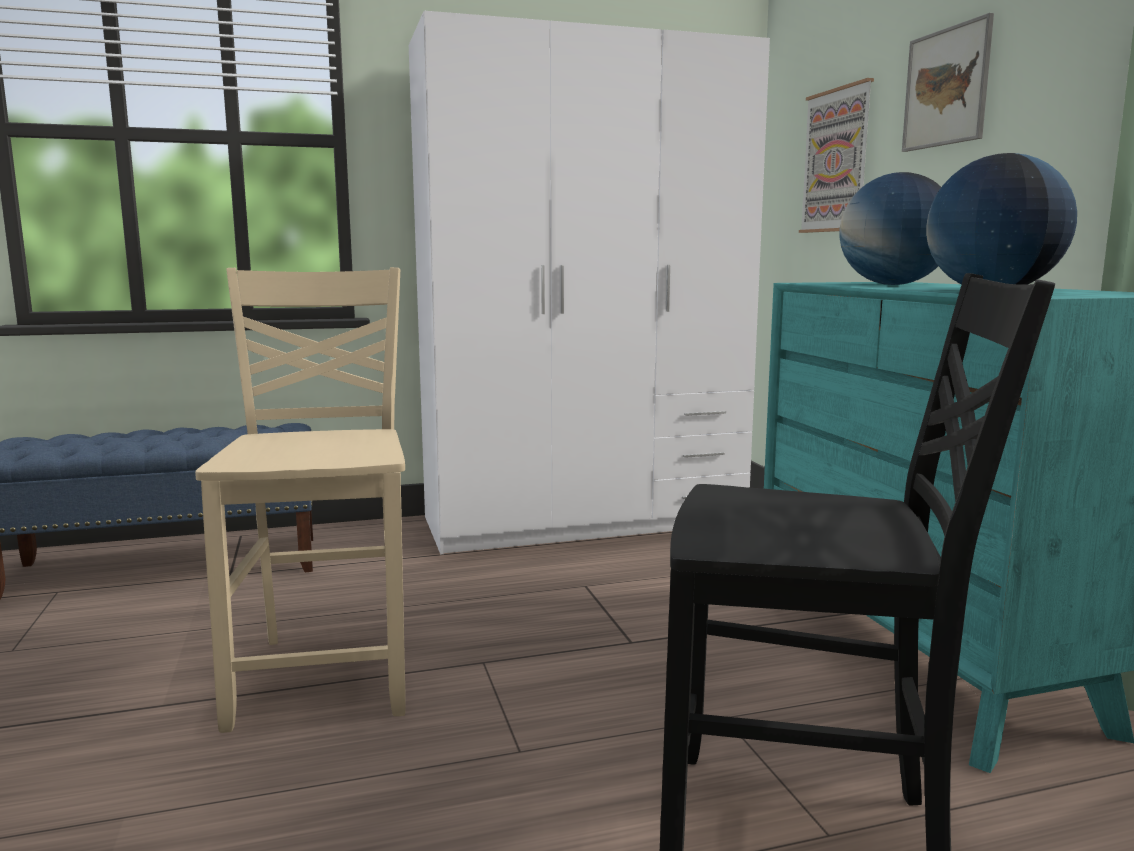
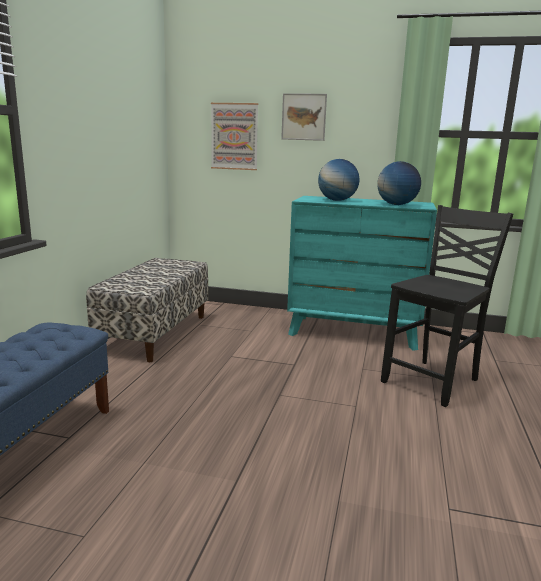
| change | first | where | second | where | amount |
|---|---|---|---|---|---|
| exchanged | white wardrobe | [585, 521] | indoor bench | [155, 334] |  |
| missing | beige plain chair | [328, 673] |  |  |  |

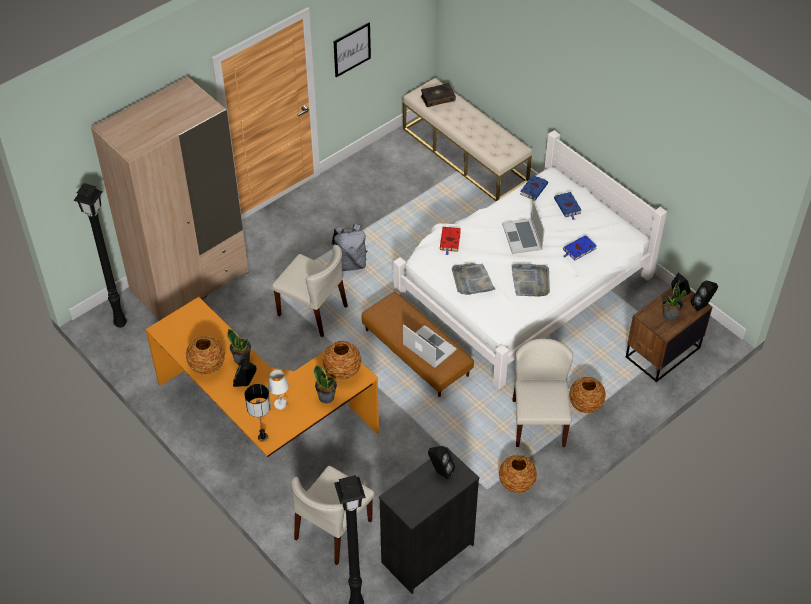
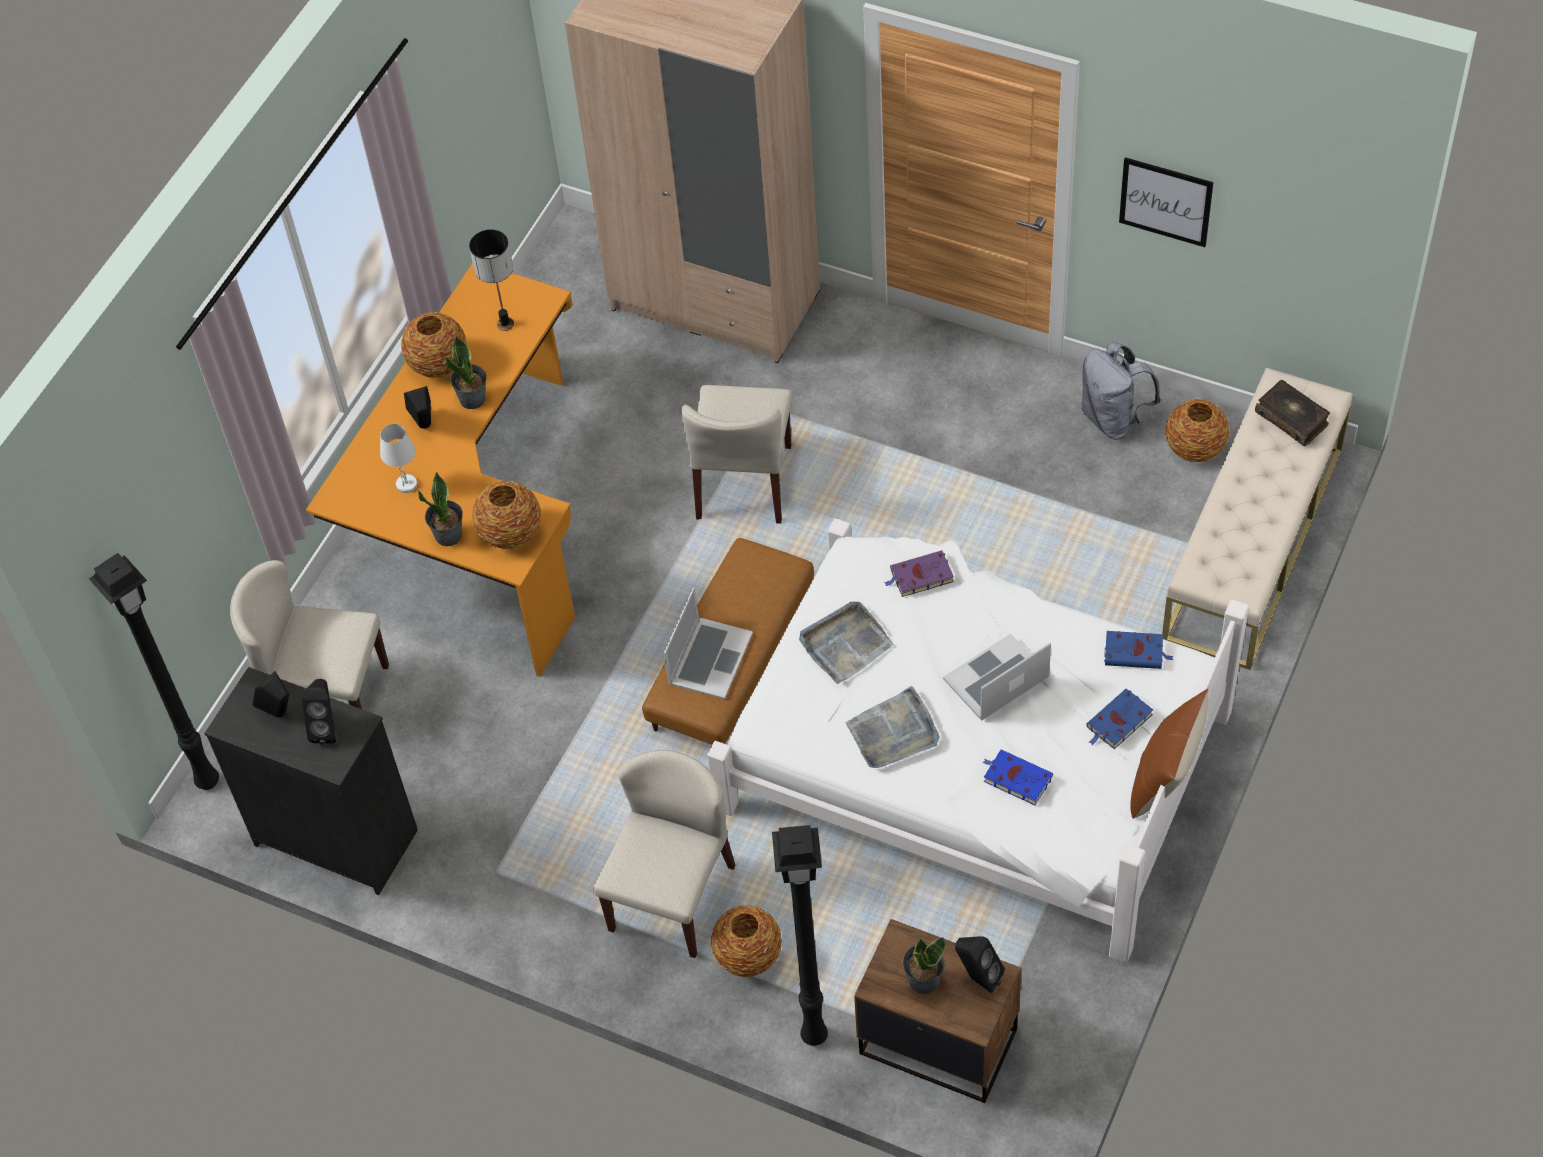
| change | first | where | second | where | amount |
|---|---|---|---|---|---|
| relocated | blackish audio speaker | [702, 306] |  | [280, 714] |  |
| relocated | tabletop lamp | [262, 437] |  | [505, 324] |  |
| spun | beige plain chair | [538, 422] |  | [672, 896] | 45 degrees counterclockwise |
| relocated | blackish floor lamp | [120, 324] |  | [812, 1037] |  |
| colour | red-coloured book | [450, 241] | purple book | [920, 576] |  |
| relocated | grey backpack | [350, 263] |  | [1113, 418] |  |
| appeared |  |  | brownish throw pillow | [1165, 779] |  |
| relocated | vase | [516, 483] |  | [1194, 448] |  |

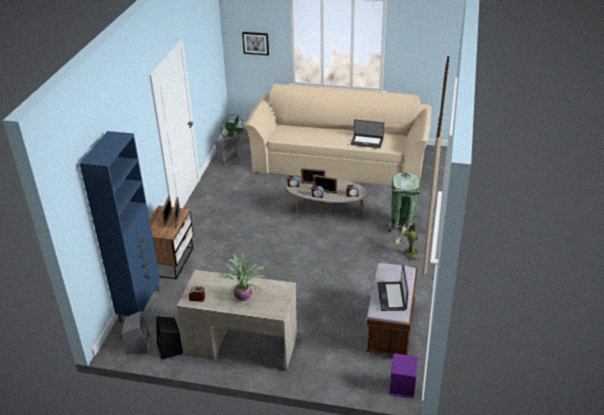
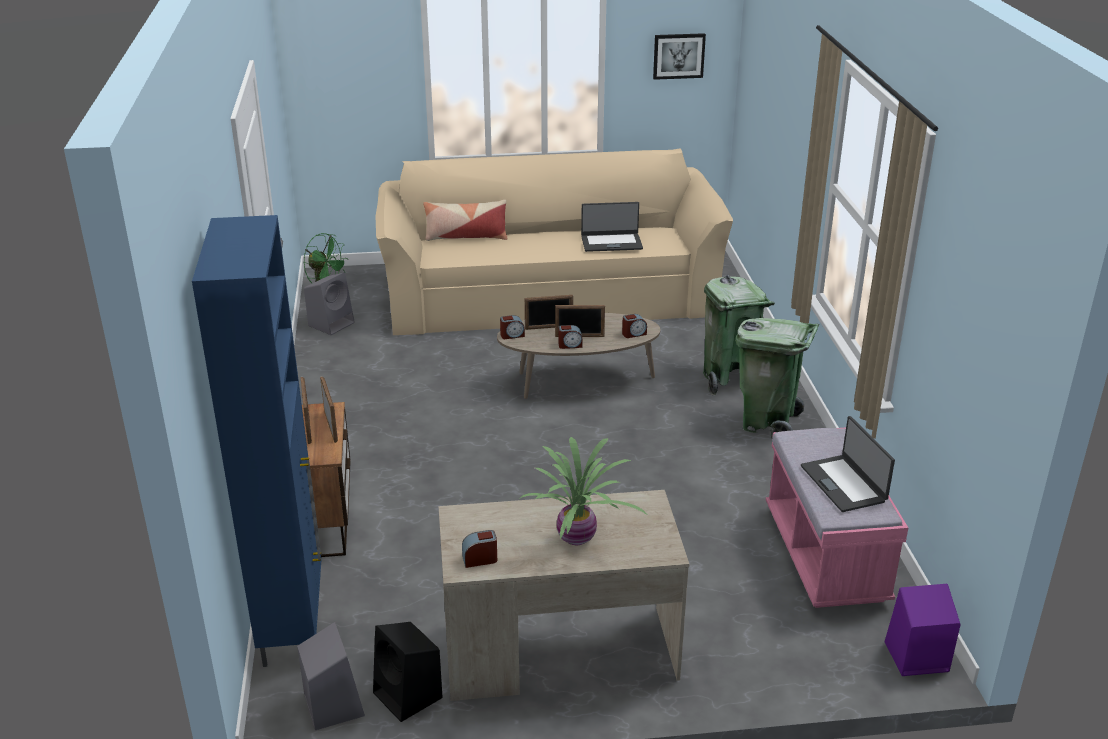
| change | first | where | second | where | amount |
|---|---|---|---|---|---|
| appeared |  |  | throw pillow | [466, 236] |  |
| relocated | wall picture | [255, 43] |  | [678, 56] |  |
| exchanged | greenish electric fan | [407, 253] | greenish rubbish bin | [768, 423] |  |
| colour | brownish indoor bench | [391, 328] | pink indoor bench | [825, 556] |  |

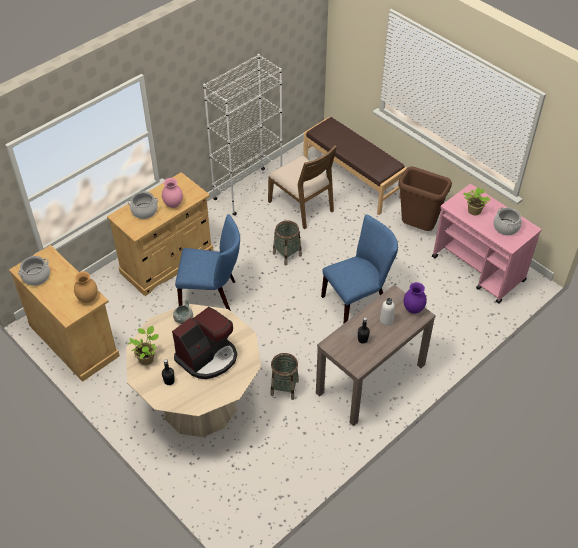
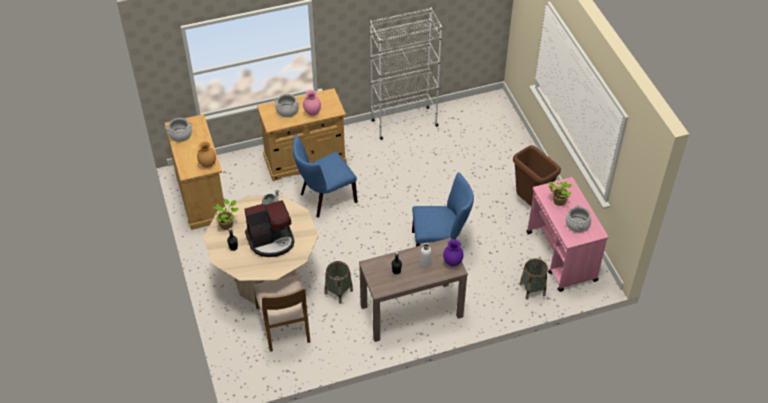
| change | first | where | second | where | amount |
|---|---|---|---|---|---|
| relocated | brownish plain chair | [302, 206] |  | [284, 324] |  |
| spun | blue plain chair | [212, 295] |  | [325, 198] | 120 degrees clockwise |
| relocated | basket | [287, 254] |  | [532, 289] |  |
| missing | brownish indoor bench | [352, 179] |  |  |  |

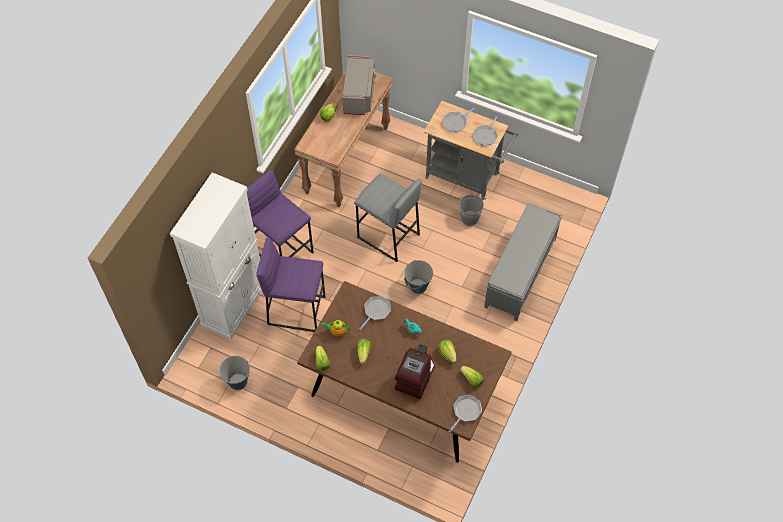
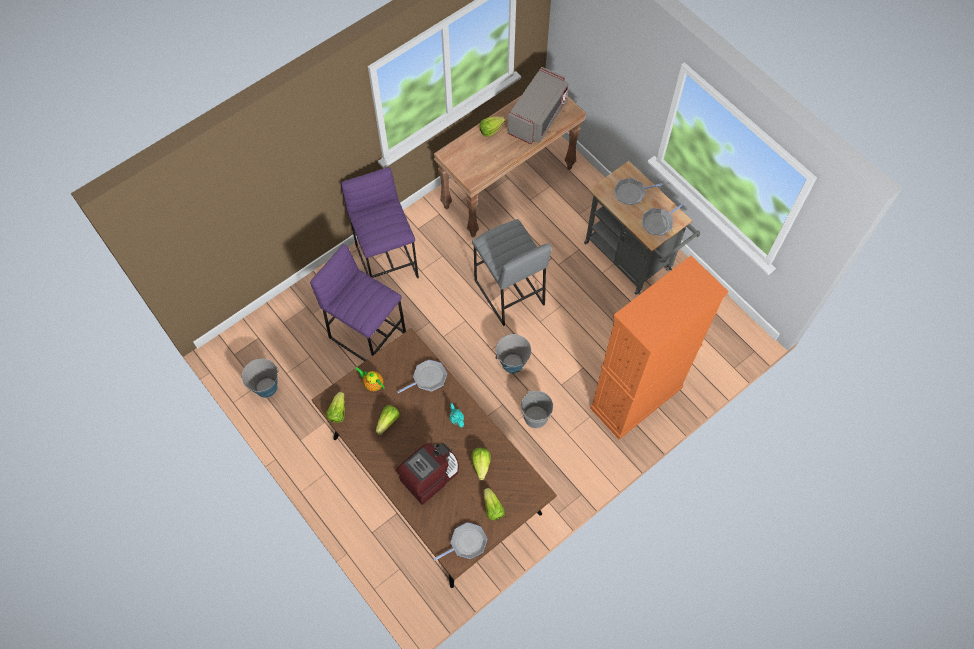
| change | first | where | second | where | amount |
|---|---|---|---|---|---|
| relocated | grey pail | [469, 218] |  | [535, 417] |  |
| exchanged | grey indoor bench | [520, 273] | orange-coloured storage cabinet | [635, 398] |  |
| missing | white storage cabinet | [234, 304] |  |  |  |

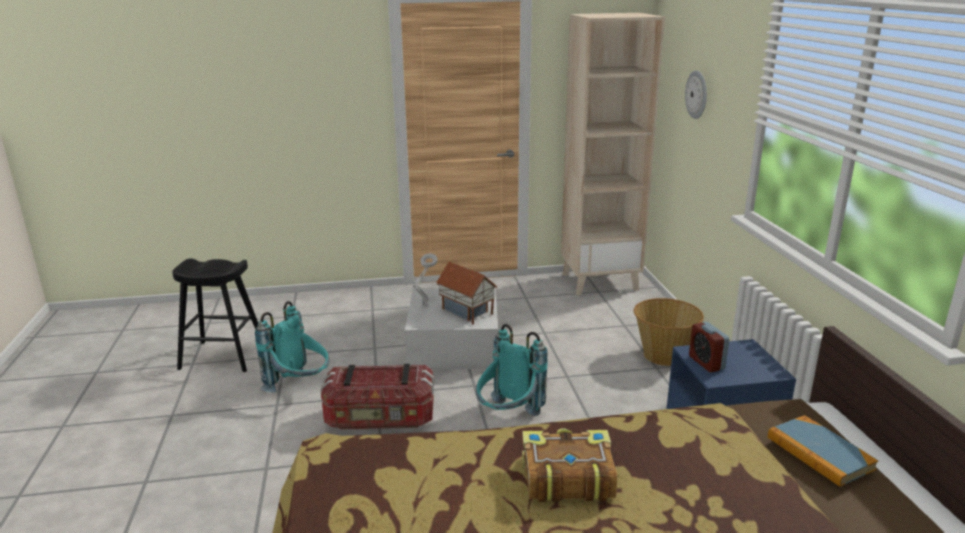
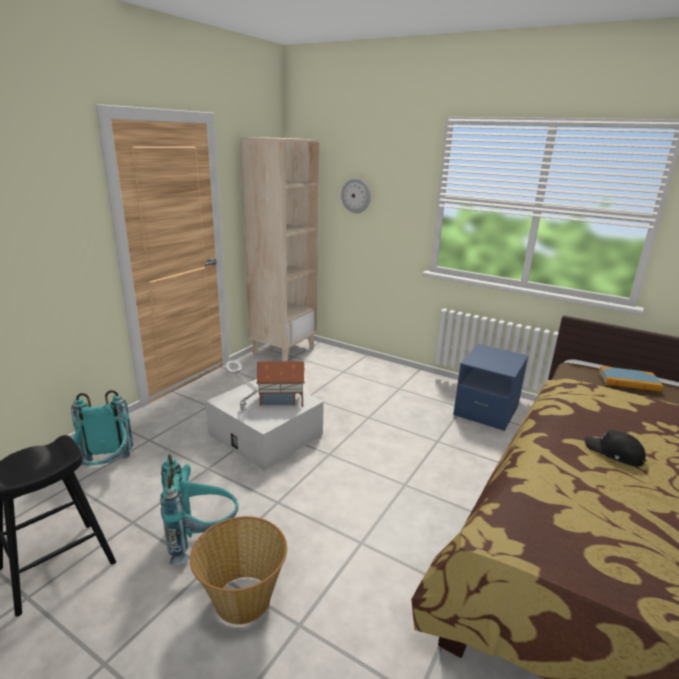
| change | first | where | second | where | amount |
|---|---|---|---|---|---|
| relocated | blue-green backpack | [508, 417] |  | [106, 469] |  |
| relocated | basket | [664, 355] |  | [242, 598] |  |
| exchanged | book | [566, 477] | blackish peaked cap | [614, 453] |  |
| missing | storage container | [380, 418] |  |  |  |
| missing | bedside clock | [706, 363] |  |  |  |

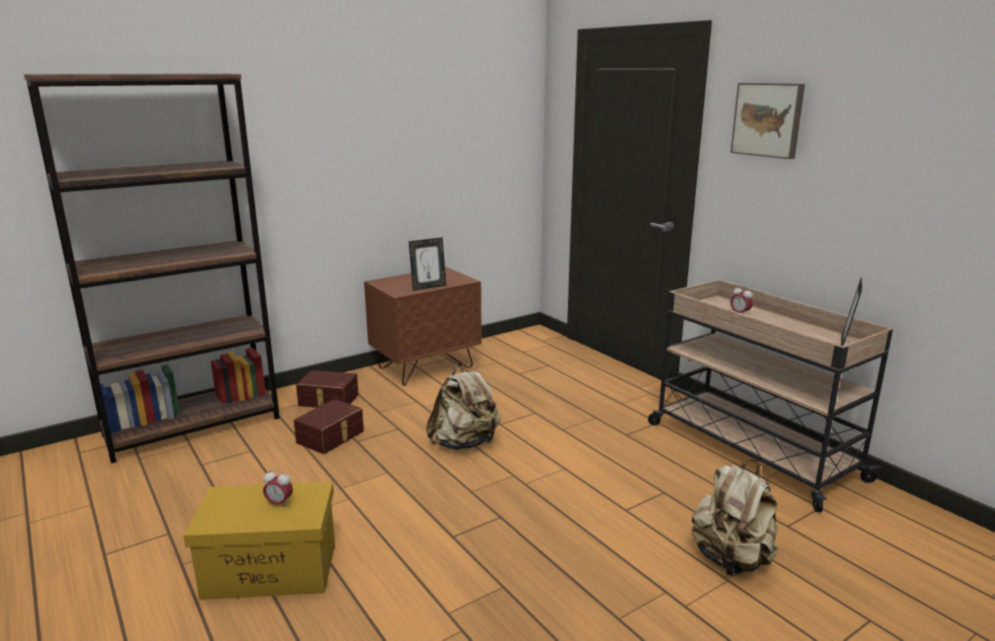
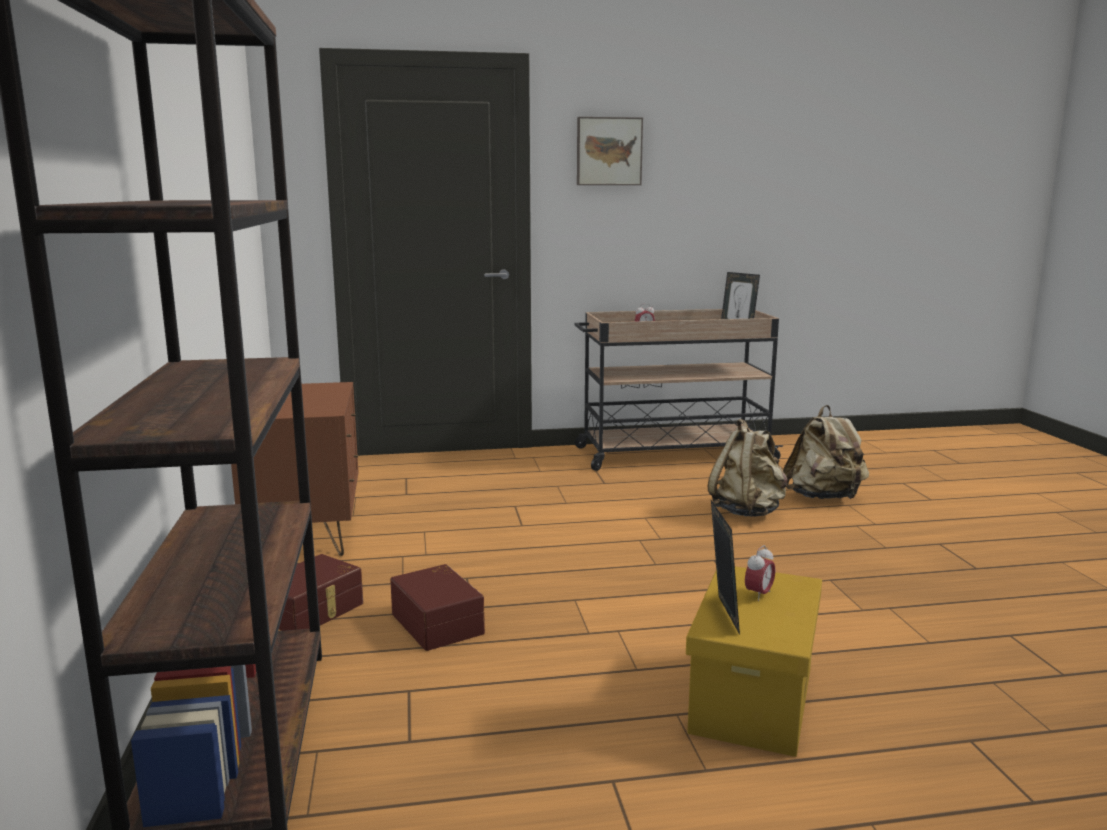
| change | first | where | second | where | amount |
|---|---|---|---|---|---|
| relocated | beige backpack | [464, 443] |  | [748, 511] |  |
| relocated | picture frame | [428, 287] |  | [722, 615] |  |

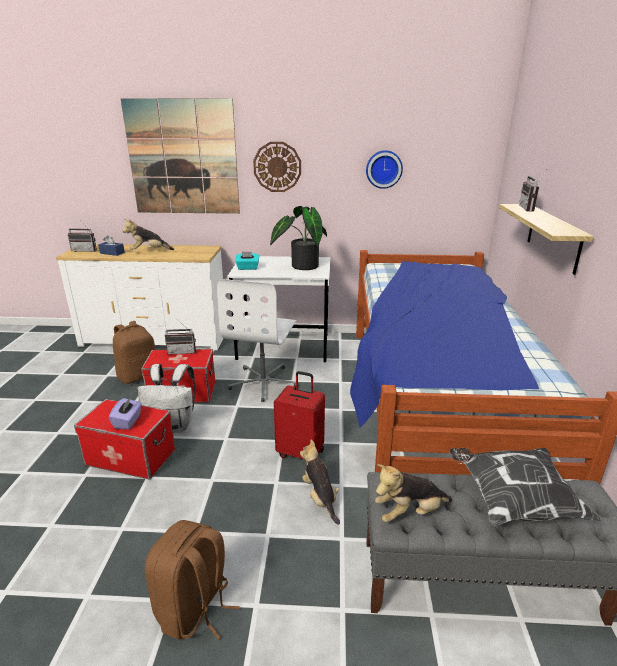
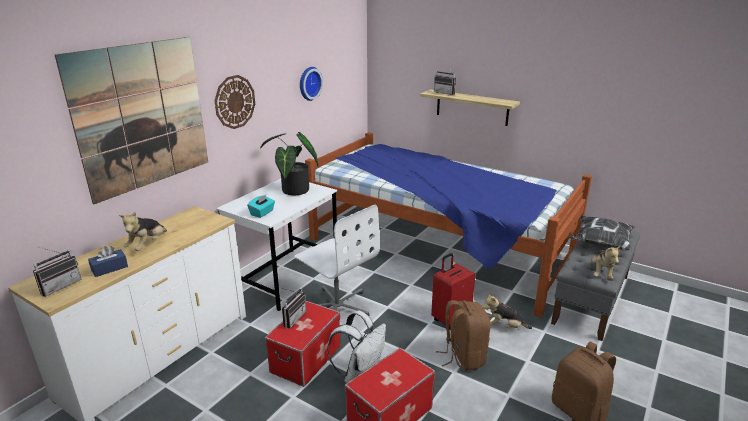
| change | first | where | second | where | amount |
|---|---|---|---|---|---|
| relocated | brownish backpack | [138, 375] |  | [463, 357] |  |
| missing | purple box of tissues | [128, 421] |  |  |  |

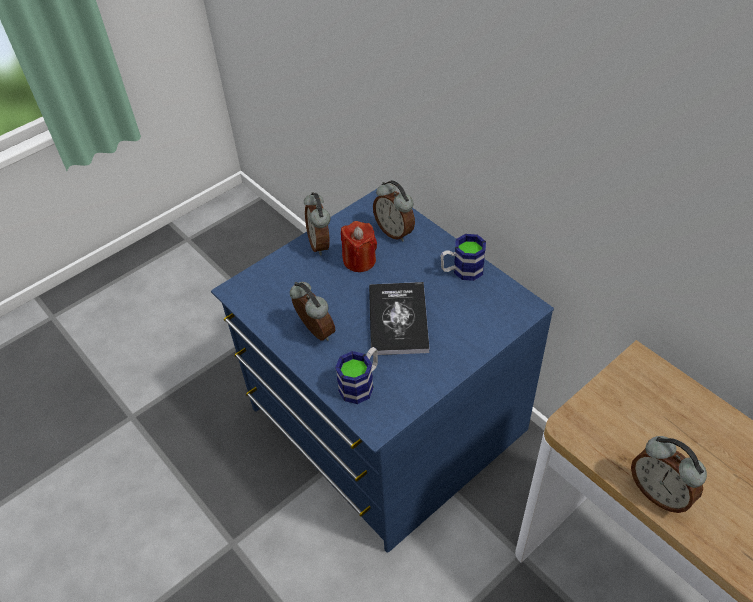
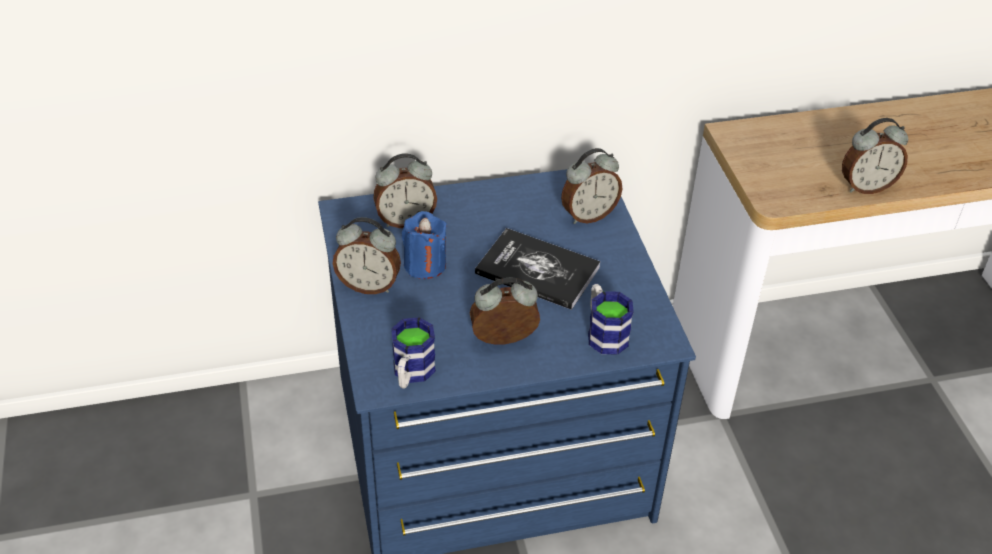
| change | first | where | second | where | amount |
|---|---|---|---|---|---|
| relocated | tea mug | [461, 271] |  | [411, 374] |  |
| colour | red-coloured candle | [359, 260] | blue candle | [425, 264] |  |
| appeared |  |  | bedside clock | [588, 215] |  |

